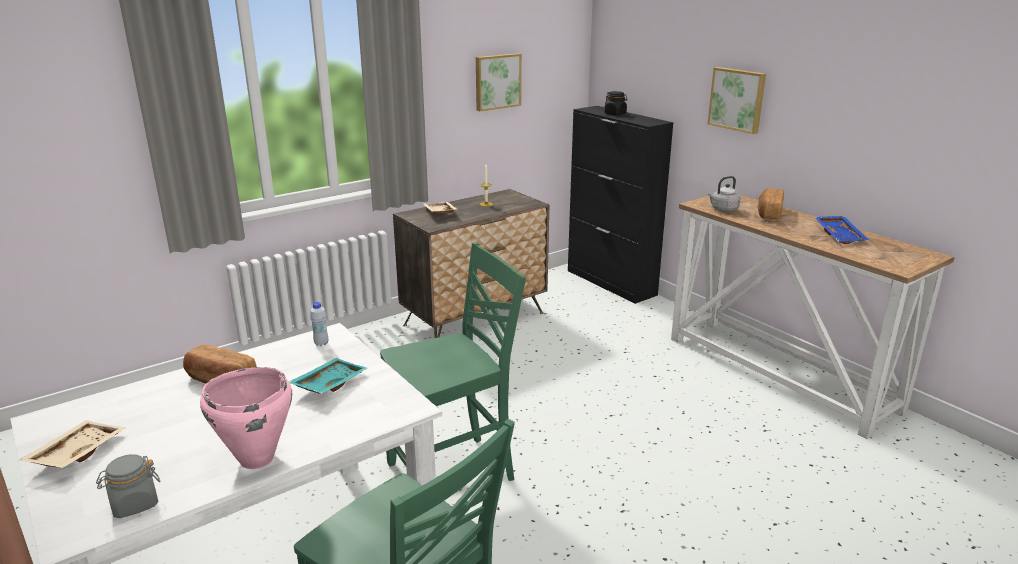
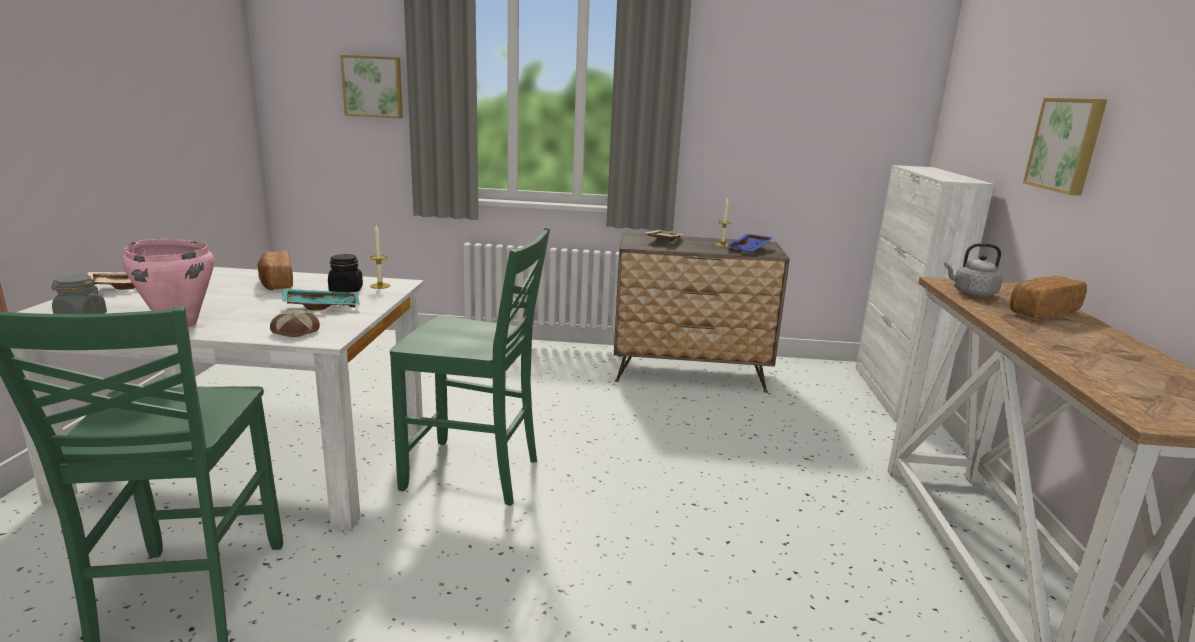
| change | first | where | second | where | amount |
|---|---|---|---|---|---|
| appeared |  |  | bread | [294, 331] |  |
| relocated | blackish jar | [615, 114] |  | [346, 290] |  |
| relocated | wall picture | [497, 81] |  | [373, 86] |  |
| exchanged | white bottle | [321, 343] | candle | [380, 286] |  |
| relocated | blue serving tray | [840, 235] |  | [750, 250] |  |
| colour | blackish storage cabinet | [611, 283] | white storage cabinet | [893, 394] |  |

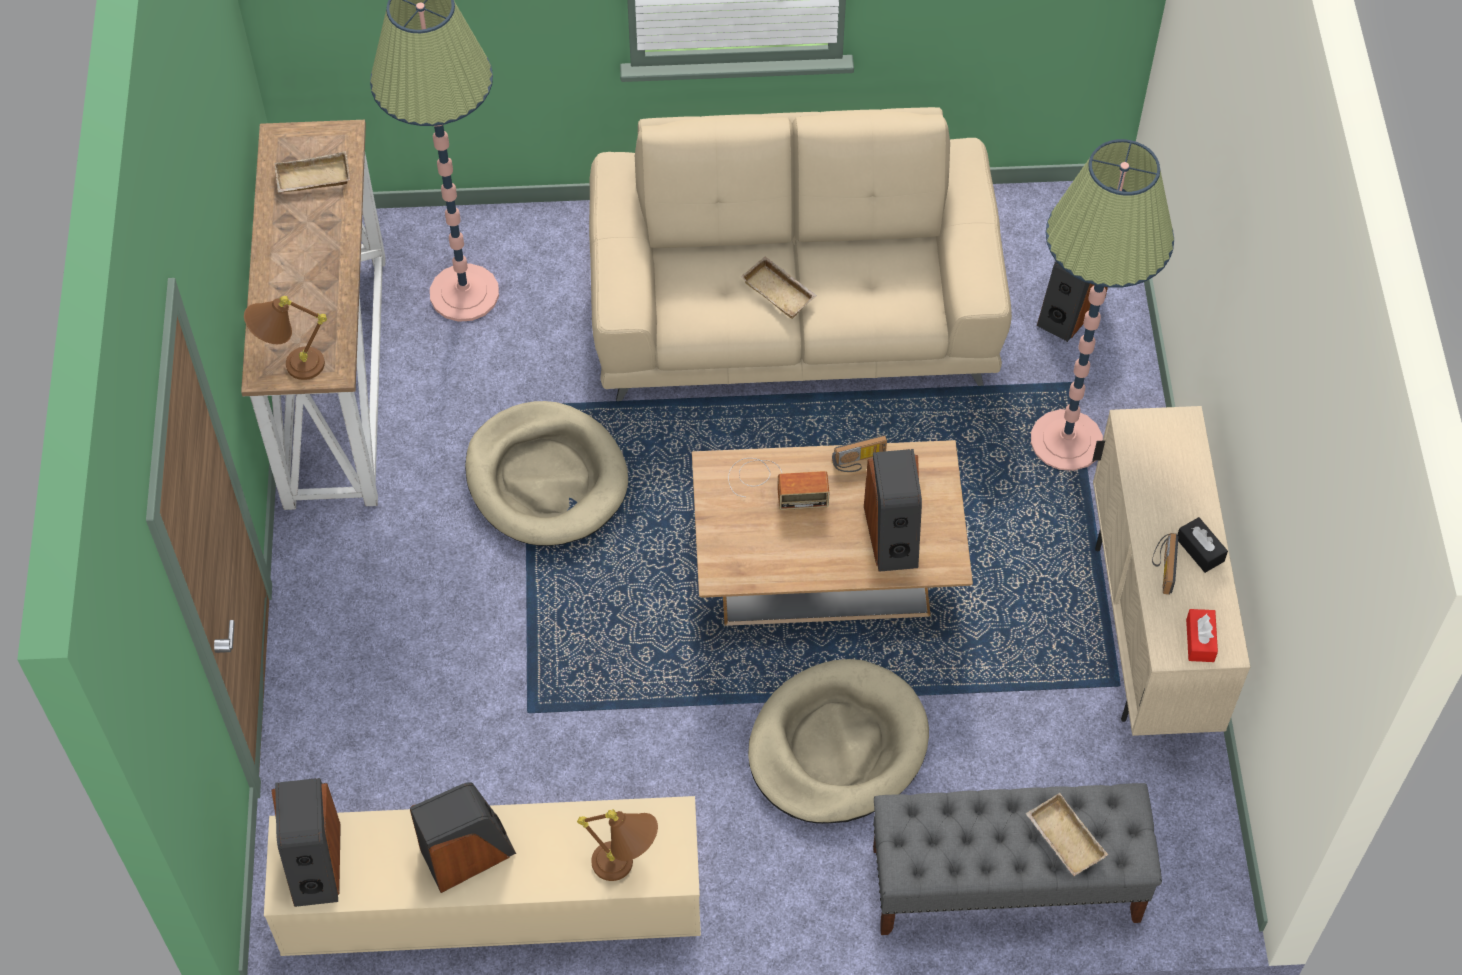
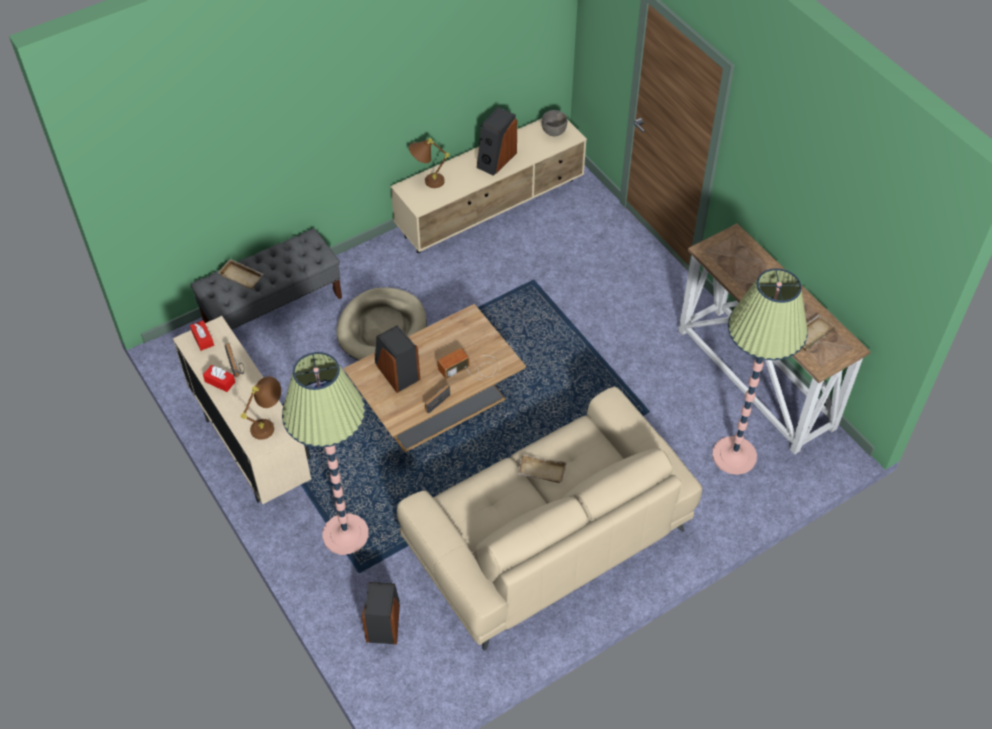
| change | first | where | second | where | amount |
|---|---|---|---|---|---|
| colour | blackish box of tissues | [1200, 550] | red-coloured box of tissues | [220, 382] |  |
| relocated | brownish tabletop lamp | [290, 367] |  | [269, 424] |  |
| exchanged | audio speaker | [315, 863] | grey deep dish | [554, 132] |  |
| missing | beige dog cushion | [546, 478] |  |  |  |

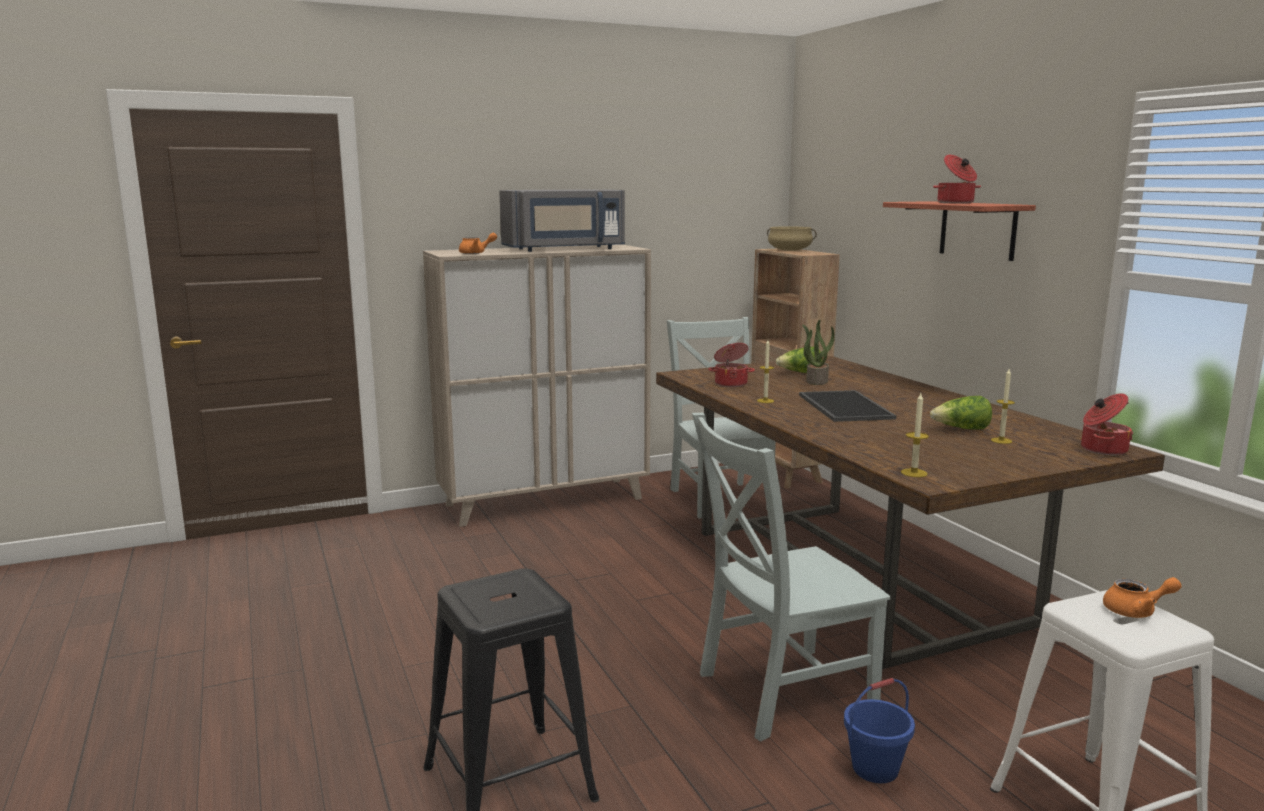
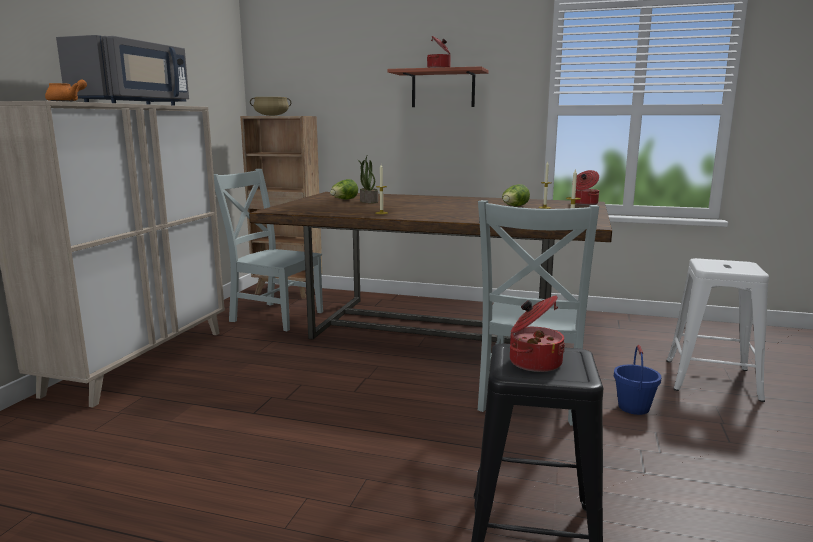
| change | first | where | second | where | amount |
|---|---|---|---|---|---|
| relocated | cooking pot | [731, 383] |  | [534, 362] |  |
| missing | serving tray | [843, 406] |  |  |  |
| missing | orange-coloured tea pot | [1136, 611] |  |  |  |

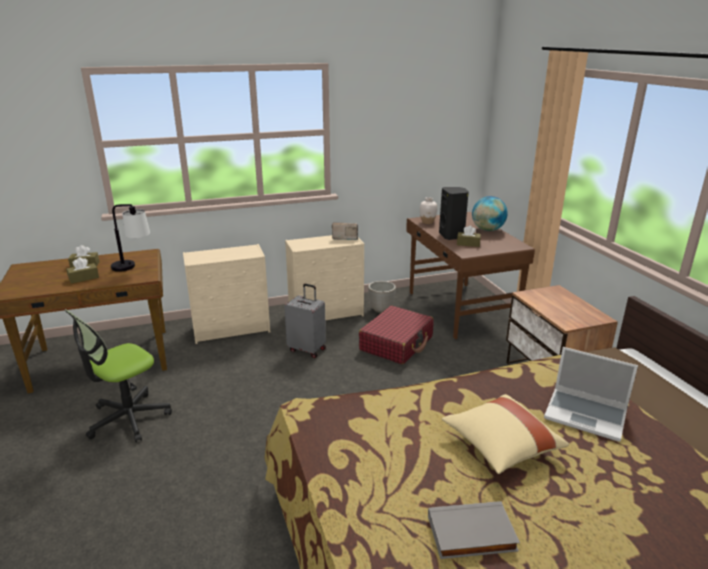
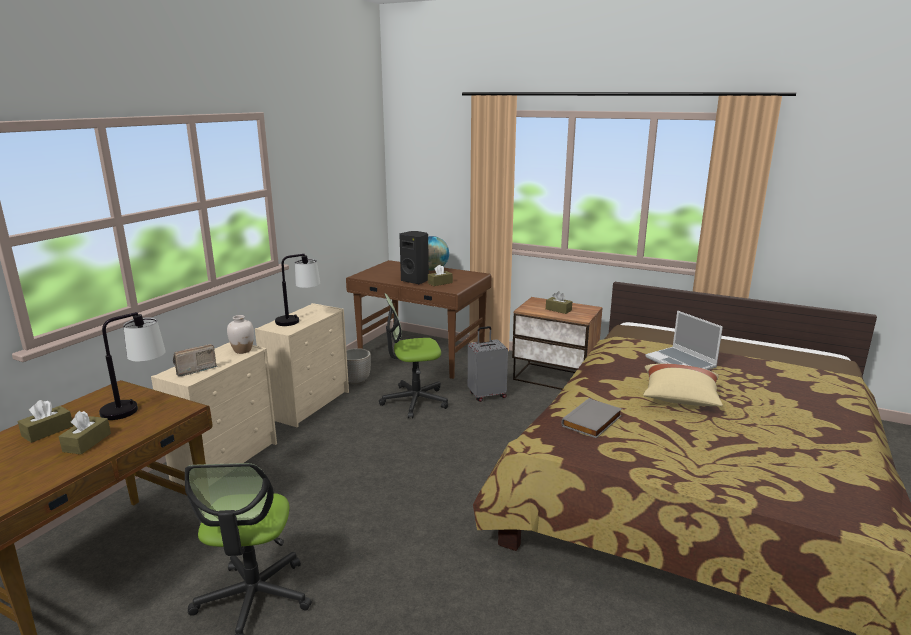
| change | first | where | second | where | amount |
|---|---|---|---|---|---|
| relocated | radio receiver | [344, 238] |  | [194, 370] |  |
| relocated | white vase | [427, 222] |  | [242, 350] |  |
| appeared |  |  | tabletop lamp | [299, 321] |  |
| exchanged | red-coloured suitcase | [396, 343] | office chair | [414, 401] |  |
| relocated | grey suitcase | [307, 349] |  | [487, 395] |  |
| appeared |  |  | brownish box of tissues | [558, 310] |  |
| relocated | grey book | [471, 535] |  | [593, 422] |  |
| spun | portable computer | [586, 415] |  | [681, 363] | 75 degrees clockwise |

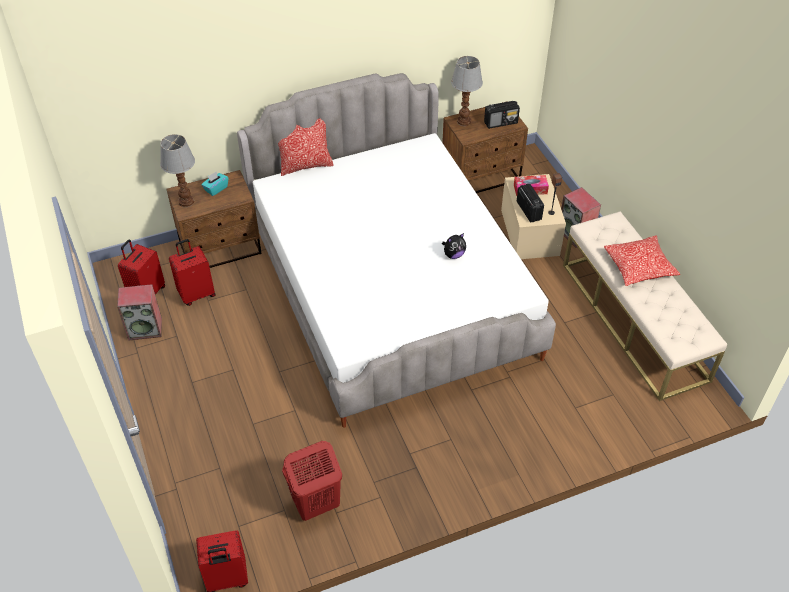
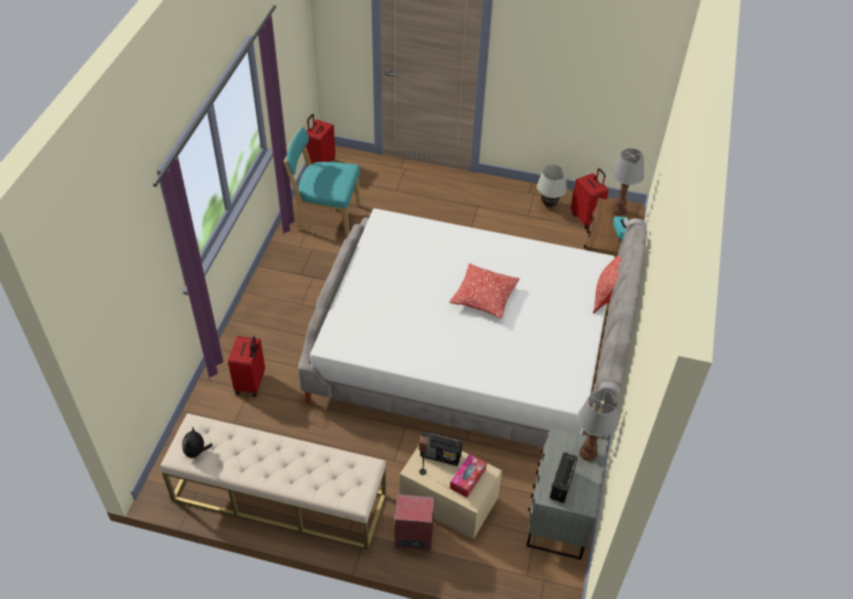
| change | first | where | second | where | amount |
|---|---|---|---|---|---|
| relocated | cuddly toy | [453, 255] |  | [196, 452] |  |
| relocated | red-coloured suitcase | [196, 294] |  | [251, 383] |  |
| exchanged | red-coloured washing basket | [315, 505] | blue-green plain chair | [326, 217] |  |
| relocated | throw pillow | [639, 267] |  | [484, 297] |  |
| colour | brownish night table | [481, 177] | grey night table | [559, 516] |  |
| exchanged | audio speaker | [145, 328] | white tabletop lamp | [549, 204] |  |

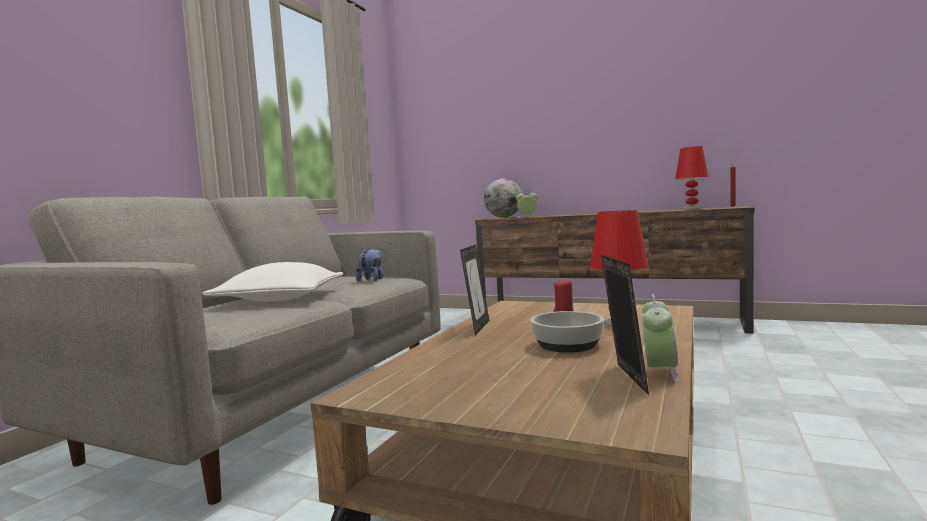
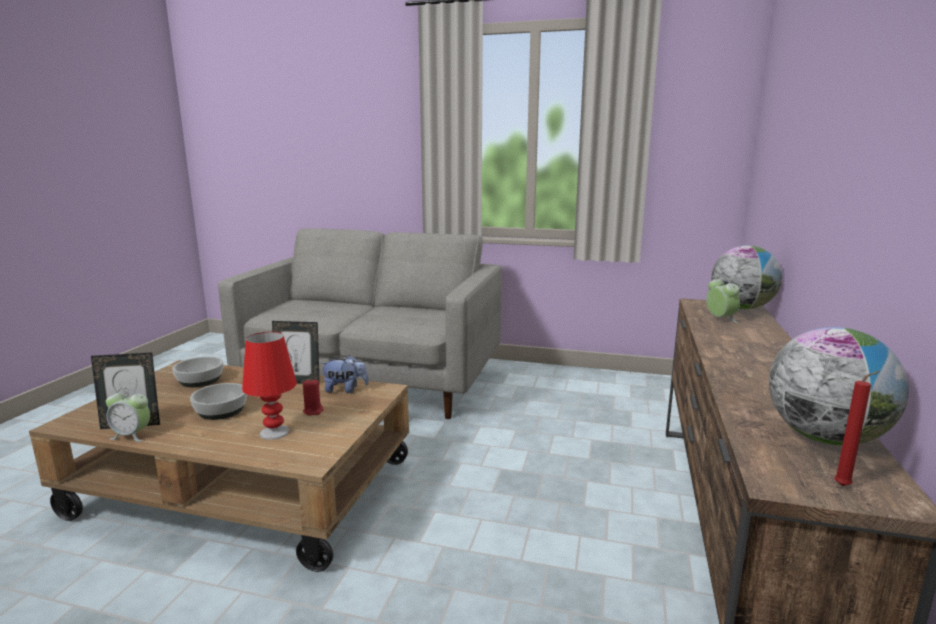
| change | first | where | second | where | amount |
|---|---|---|---|---|---|
| appeared |  |  | deep dish | [200, 380] |  |
| relocated | cuddly toy | [372, 280] |  | [345, 390] |  |
| exchanged | red-coloured tabletop lamp | [691, 208] | globe | [825, 438] |  |
| missing | white throw pillow | [281, 299] |  |  |  |

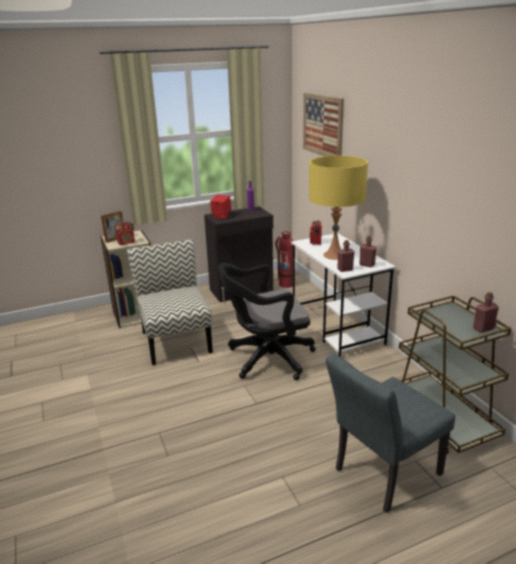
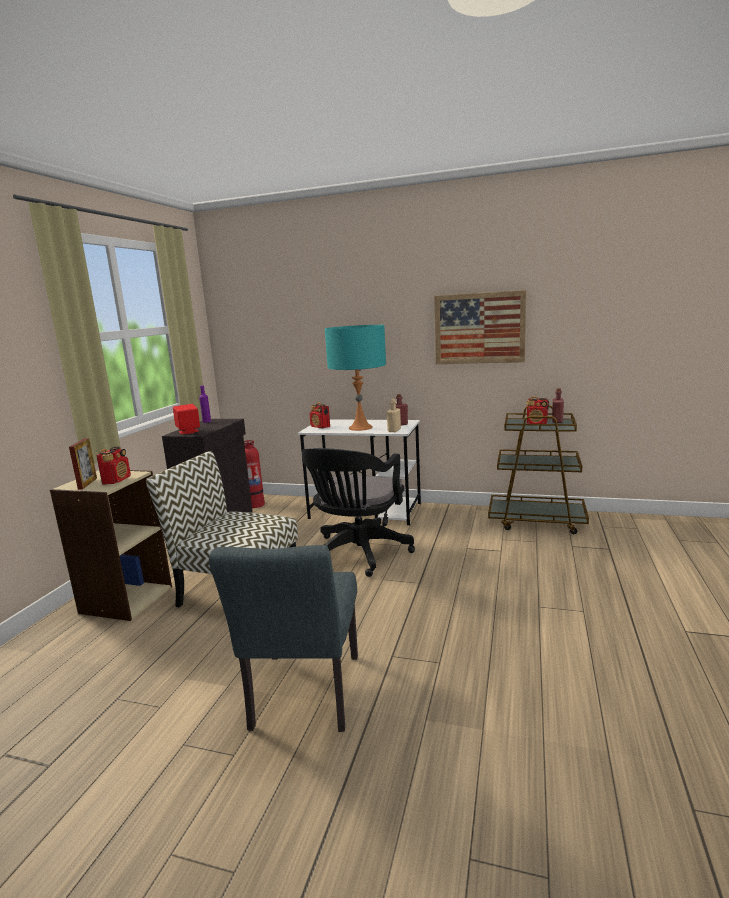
| change | first | where | second | where | amount |
|---|---|---|---|---|---|
| relocated | grey plain chair | [381, 475] |  | [303, 698] |  |
| colour | yellow tabletop lamp | [334, 255] | blue-green tabletop lamp | [360, 427] |  |
| colour | red-coloured bottle | [345, 269] | beige bottle | [394, 430] |  |
| relocated | wall picture | [322, 125] |  | [479, 328] |  |
| appeared |  |  | radio receiver | [537, 423] |  |

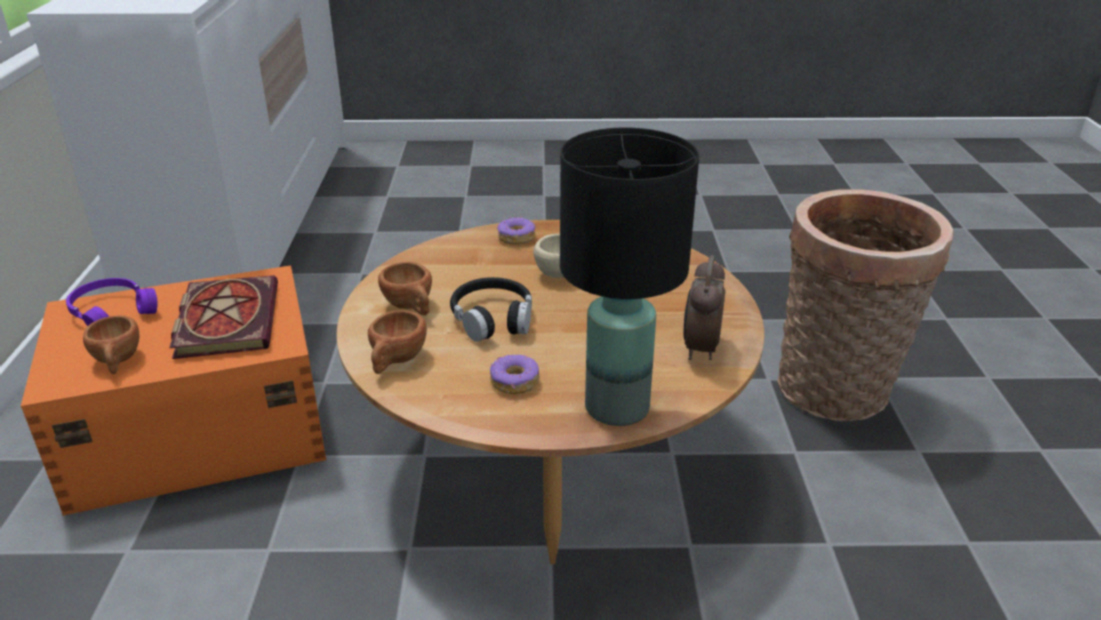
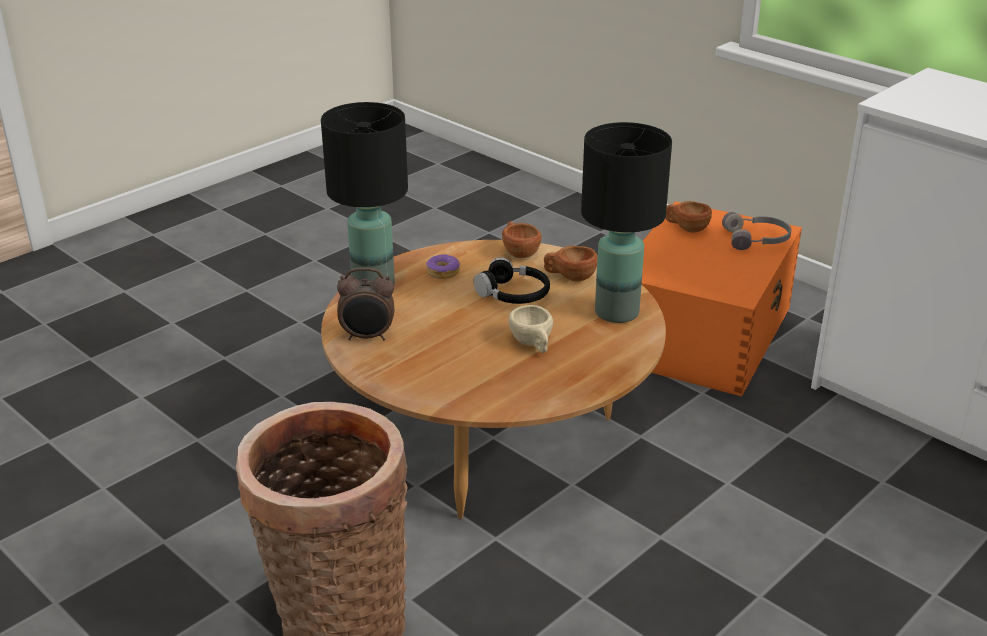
| change | first | where | second | where | amount |
|---|---|---|---|---|---|
| spun | bedside clock | [699, 349] |  | [368, 337] | 120 degrees clockwise |
| appeared |  |  | blackish tabletop lamp | [615, 312] |  |
| colour | purple headset | [112, 312] | grey headset | [757, 239] |  |
| missing | book | [225, 319] |  |  |  |
| missing | donut | [516, 237] |  |  |  |

